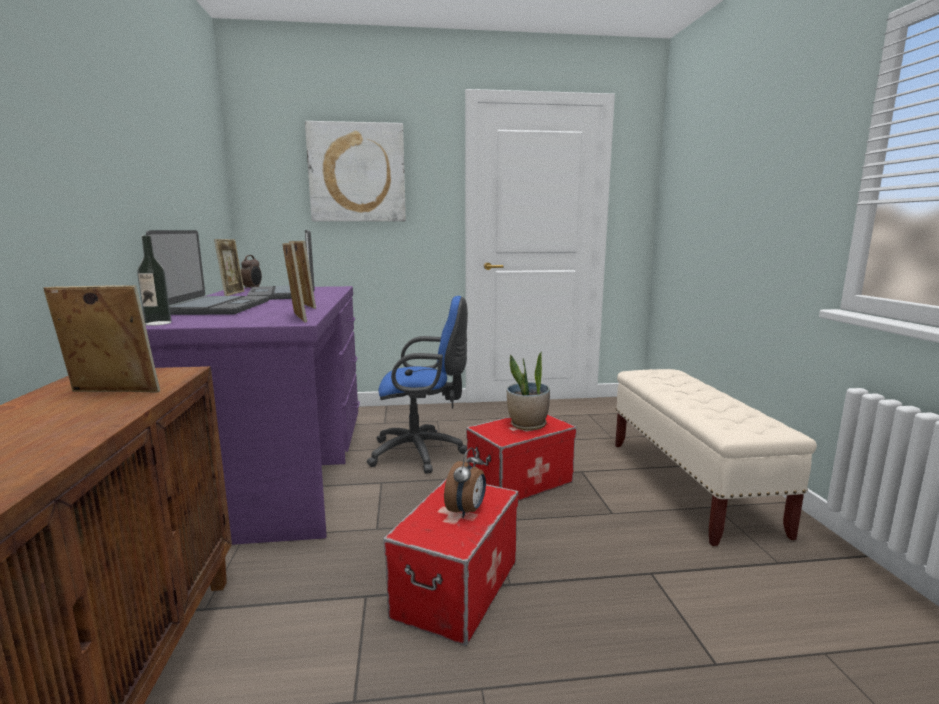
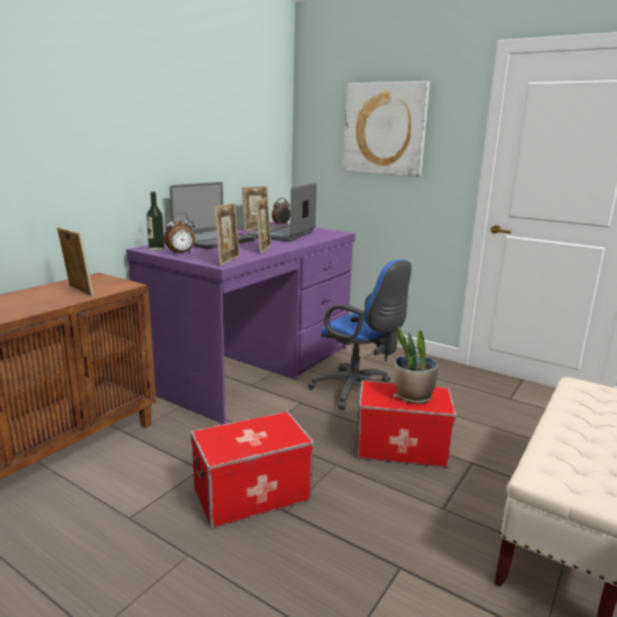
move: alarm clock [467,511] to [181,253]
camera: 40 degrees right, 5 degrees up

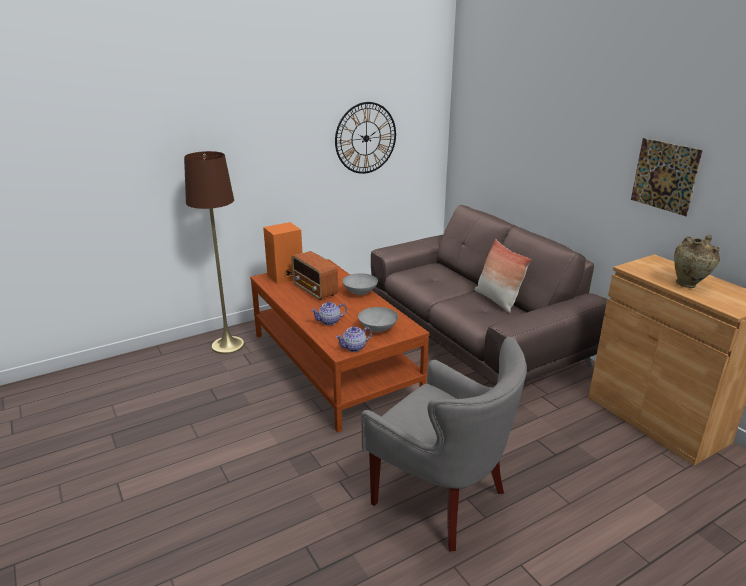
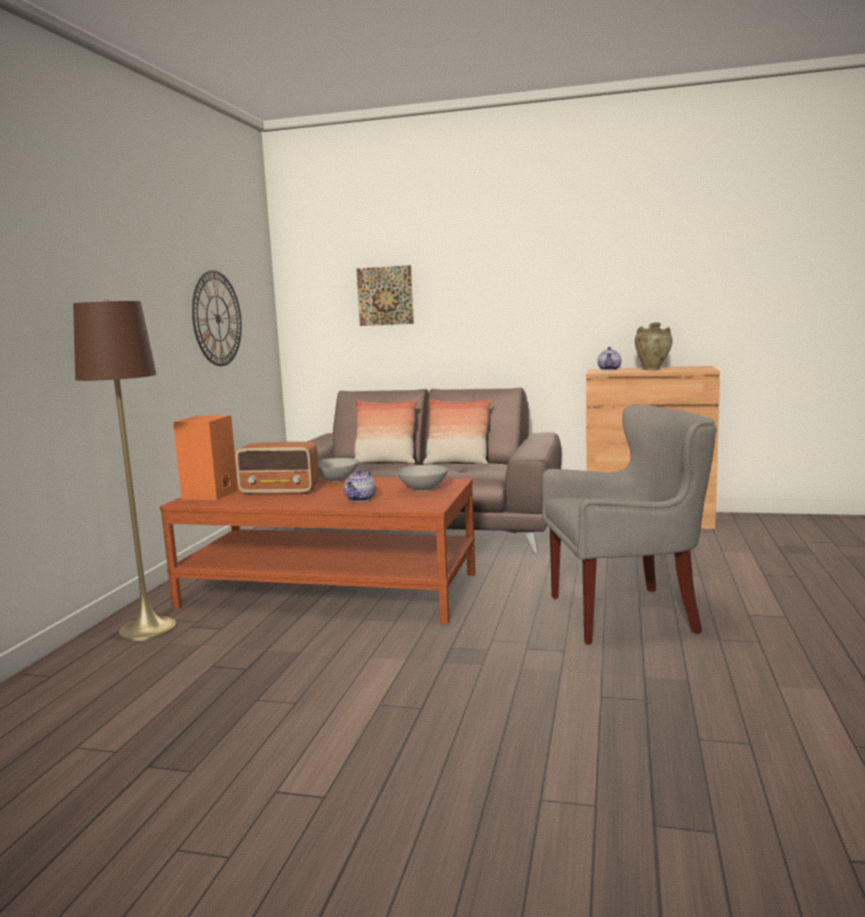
insert: pillow [385,463]
move: teapot [354,347] to [609,369]; picture [664,176] to [385,296]
camera: 45 degrees left, 15 degrees down

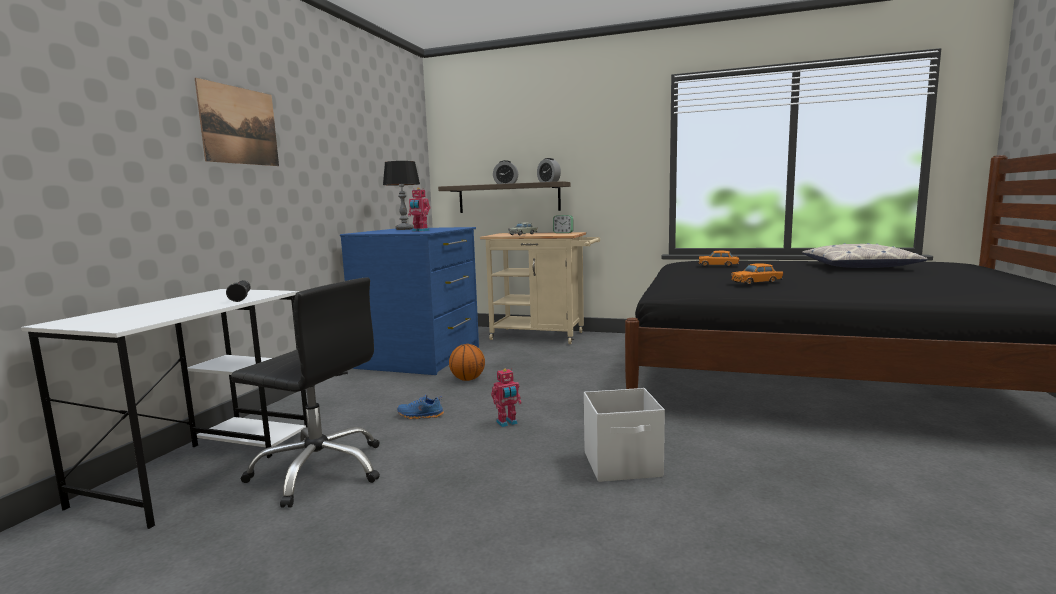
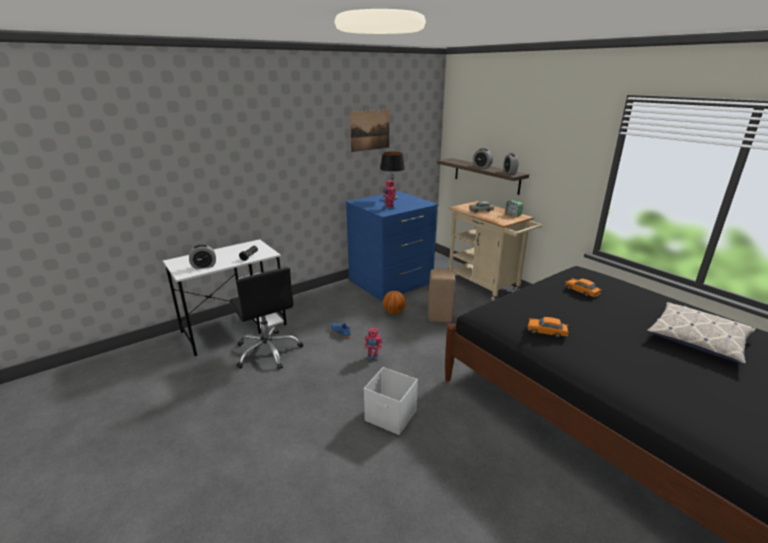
insert: alarm clock [204,266]; beige stool [440,317]
move: picture [239,125] to [370,130]
camera: 35 degrees right, 15 degrees up

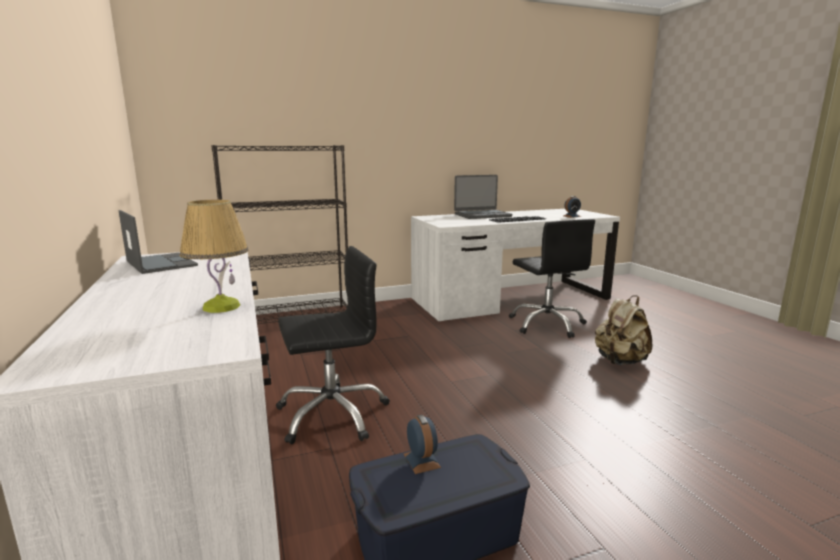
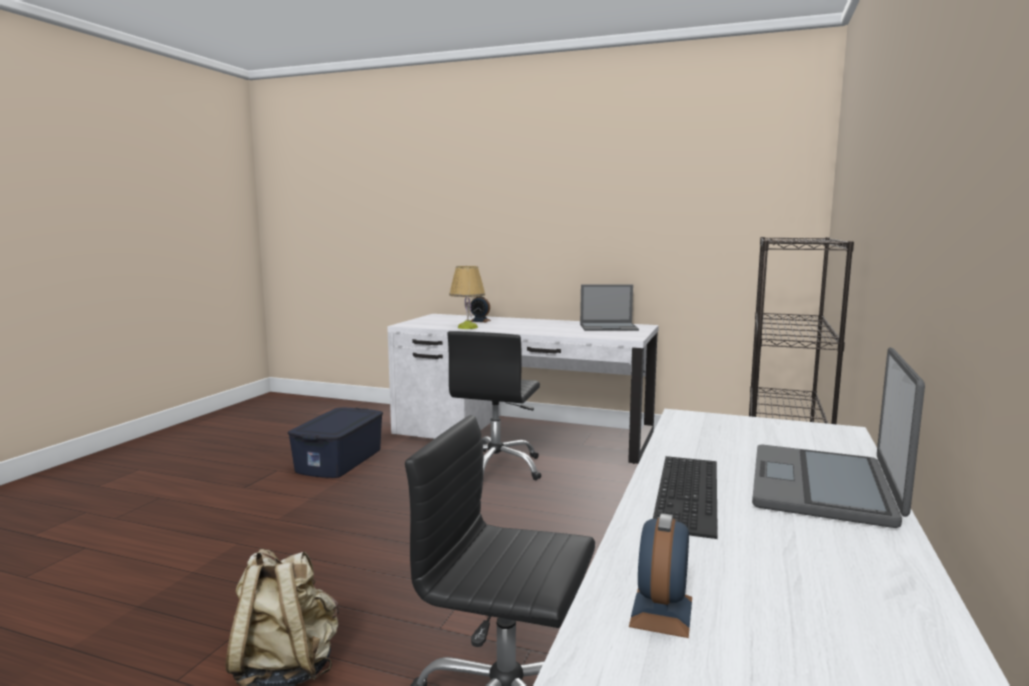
move: alarm clock [421,460] to [480,321]
camera: 130 degrees right, 5 degrees down

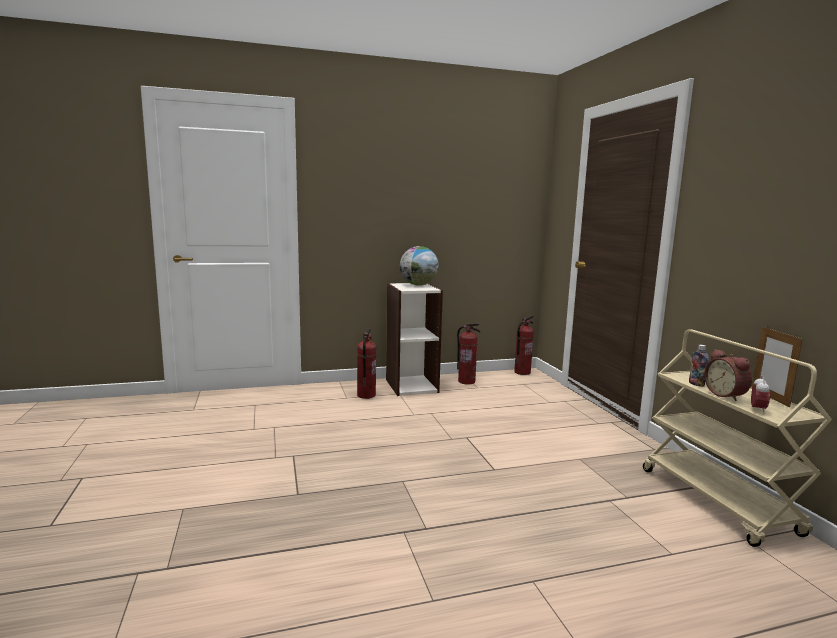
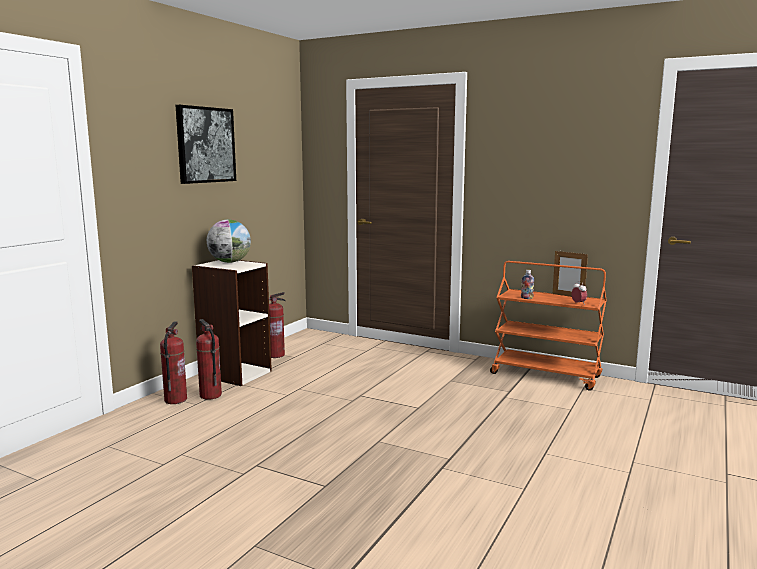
delete: alarm clock [726,395]
insert: picture [205,145]
move: fire extinguisher [522,372] to [175,400]
recolor: beige cart [718,501] to orange cart [546,375]
camera: 45 degrees left, 0 degrees up

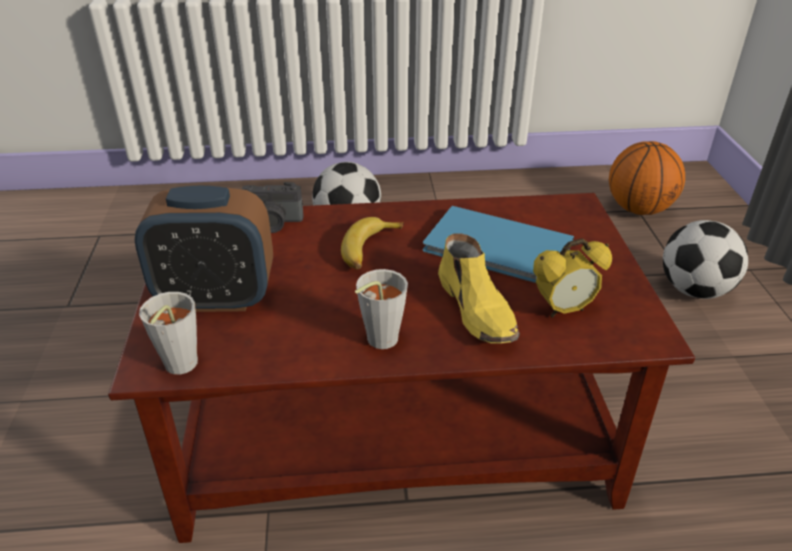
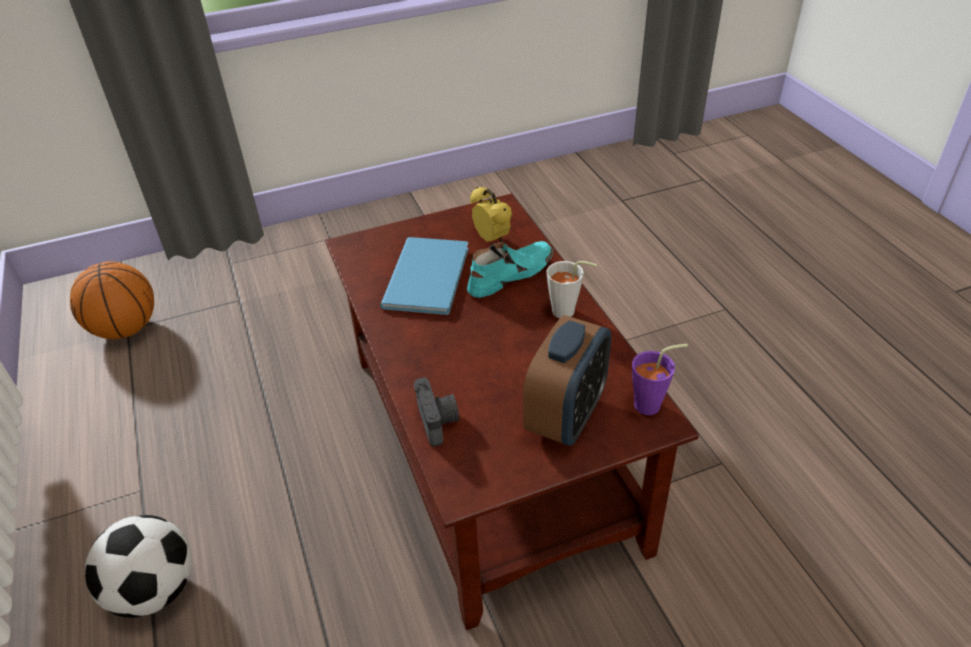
delete: banana [369,250]; football [694,290]
recolor: grey cup [178,368] to purple cup [653,405]; yellow shoe [477,309] to turquoise shoe [509,275]
rotate: alarm clock [217,298] = [566,416] 45 degrees clockwise
camera: 105 degrees left, 5 degrees up

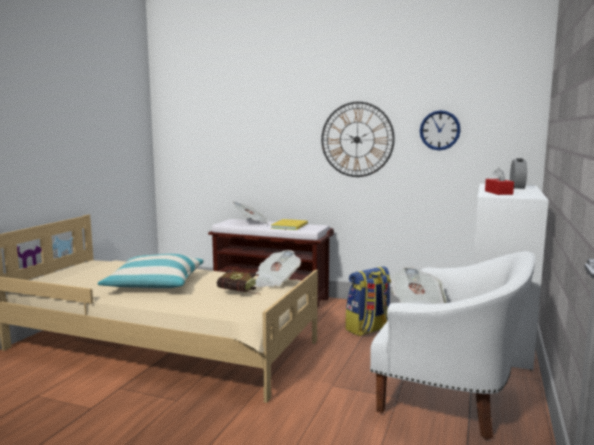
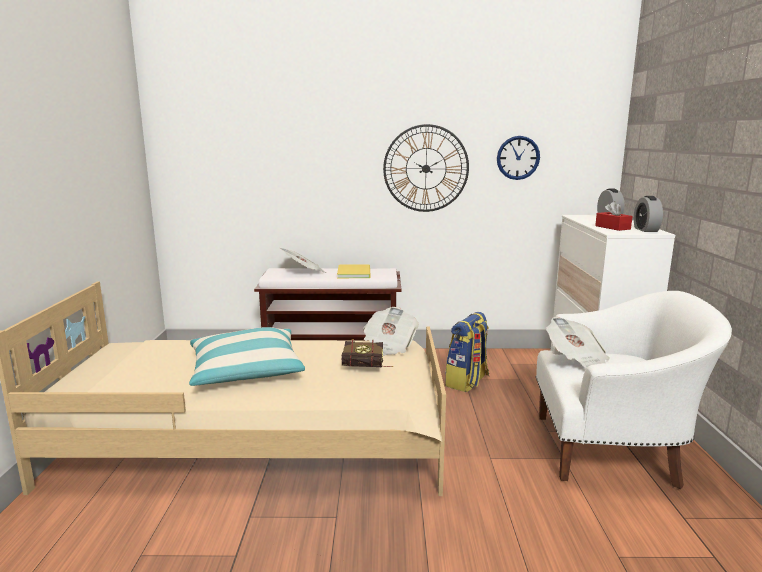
insert: alarm clock [645,230]
camera: 20 degrees left, 5 degrees up

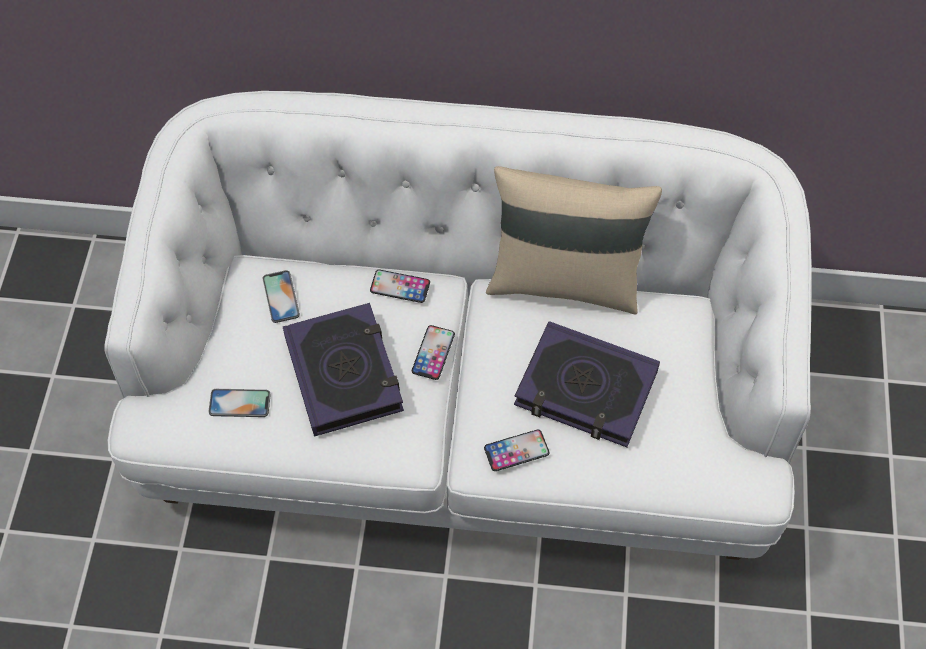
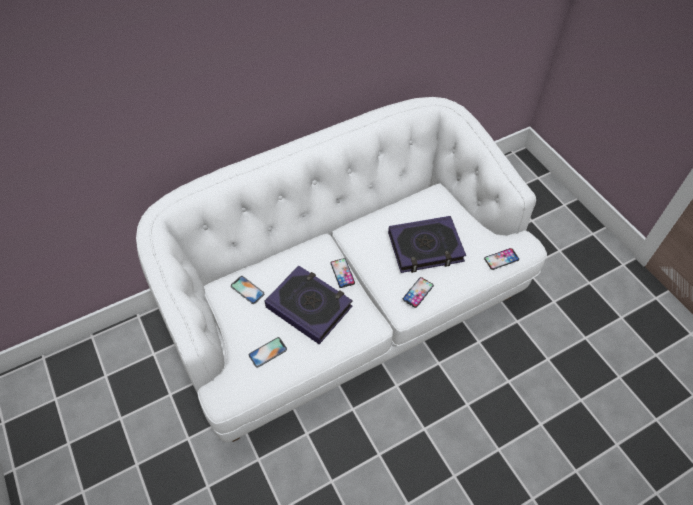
delete: beige pillow [564,280]
move: phone [400,286] to [501,259]
camera: 35 degrees left, 5 degrees down

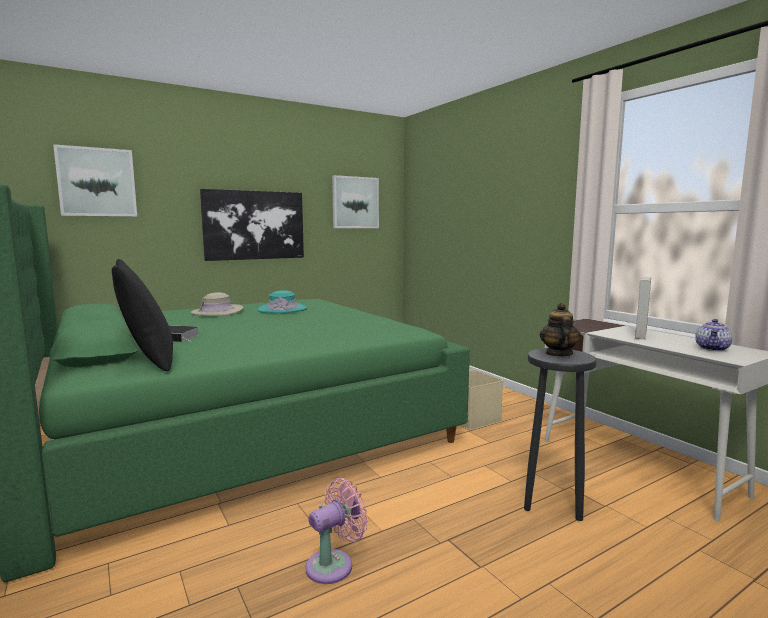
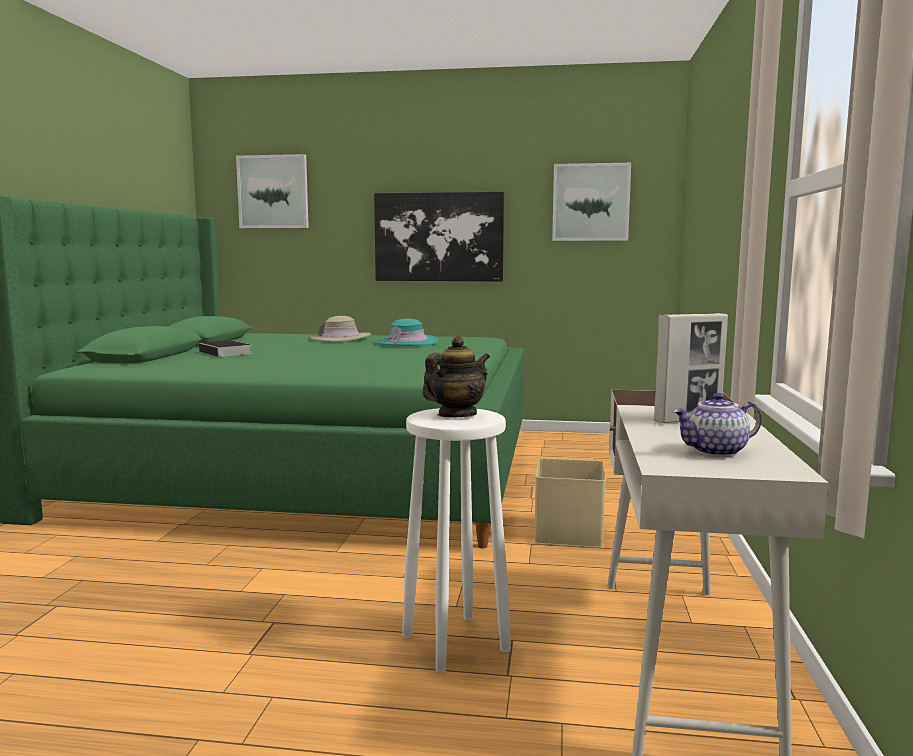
delete: black pillow [148,360]; pink fan [334,564]
recolor: black stool [552,501] to white stool [454,642]
camera: 40 degrees right, 0 degrees up

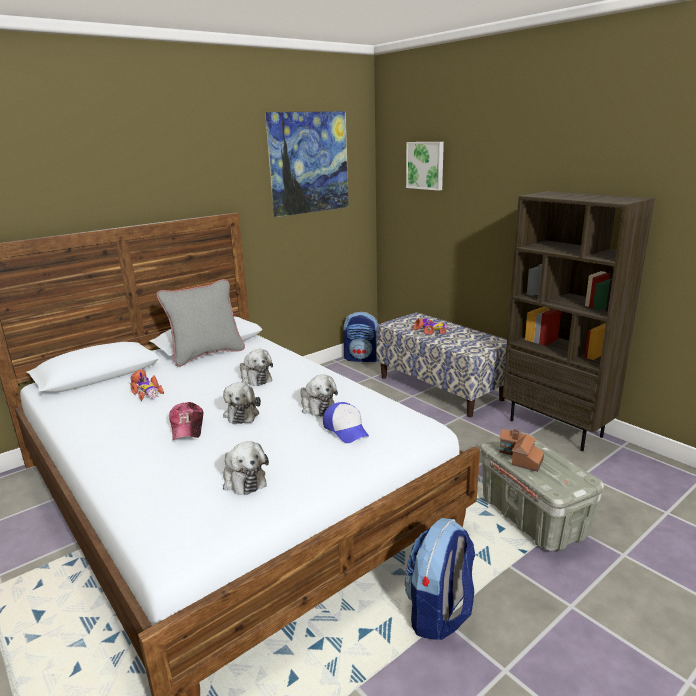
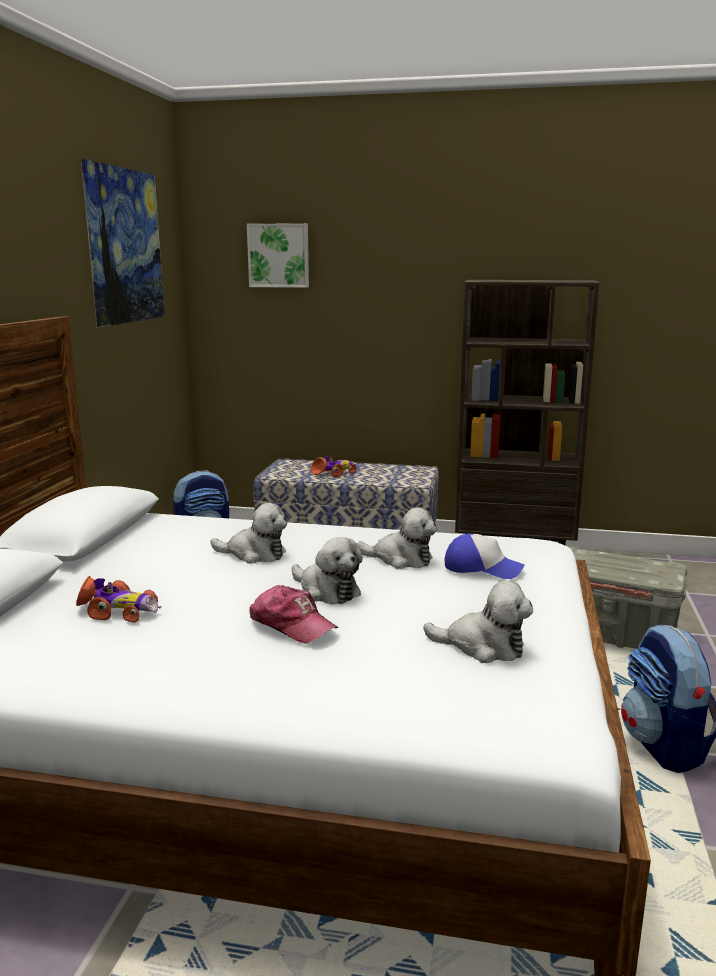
delete: grey pillow [207,354]; toy house [520,458]
camera: 40 degrees left, 5 degrees down

